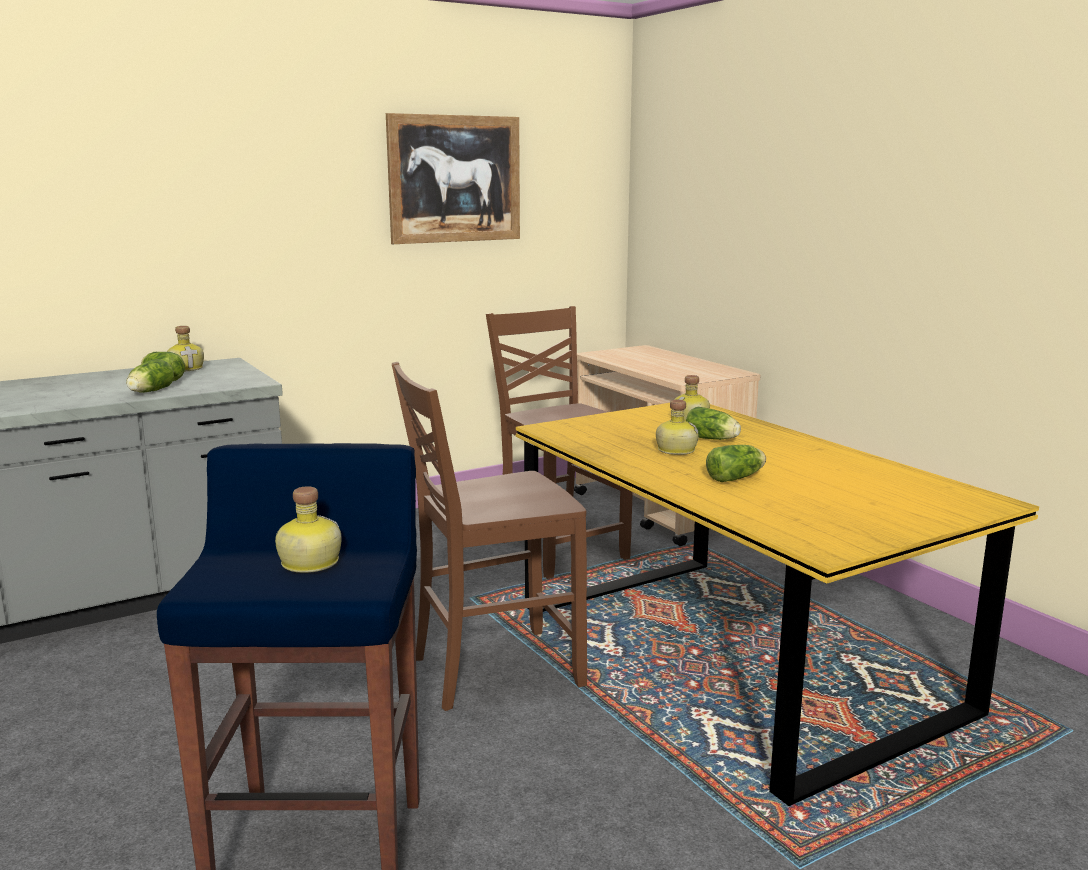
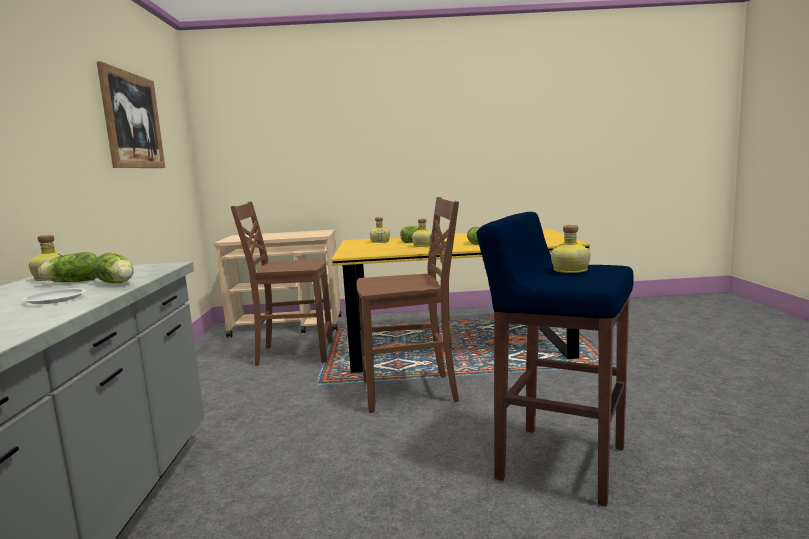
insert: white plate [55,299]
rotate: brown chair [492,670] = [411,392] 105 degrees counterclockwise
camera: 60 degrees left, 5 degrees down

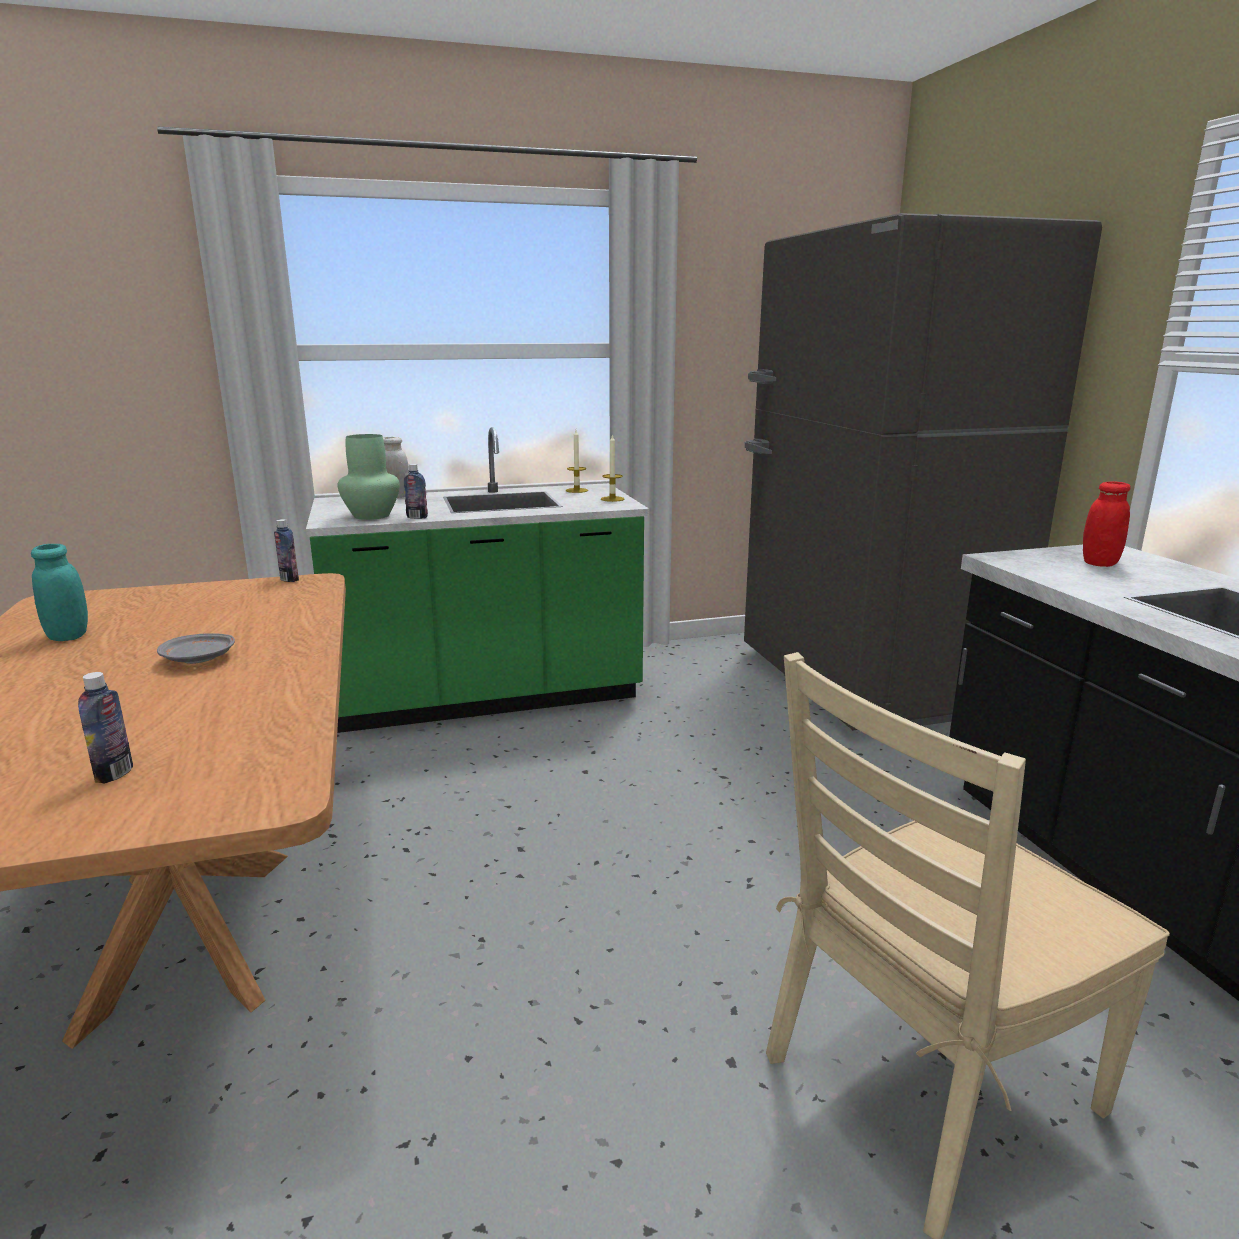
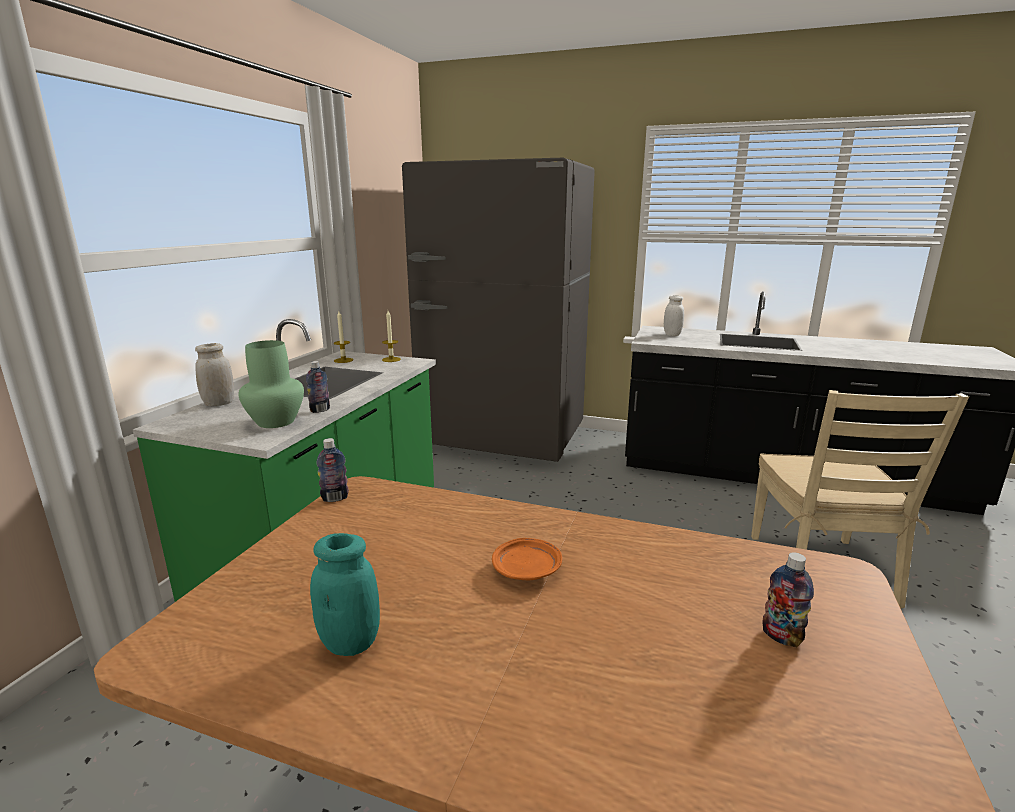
recolor: grey plate [199,659] to orange plate [527,569]; red jar [1099,563] to white jar [672,334]
camera: 55 degrees left, 0 degrees up

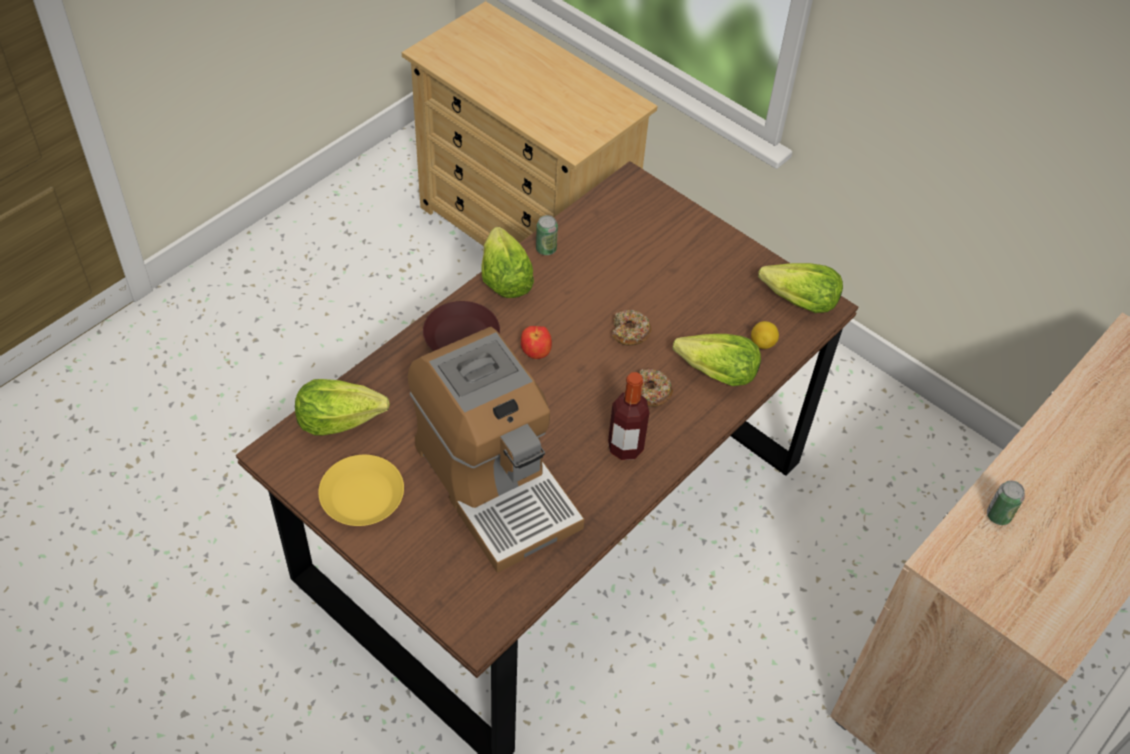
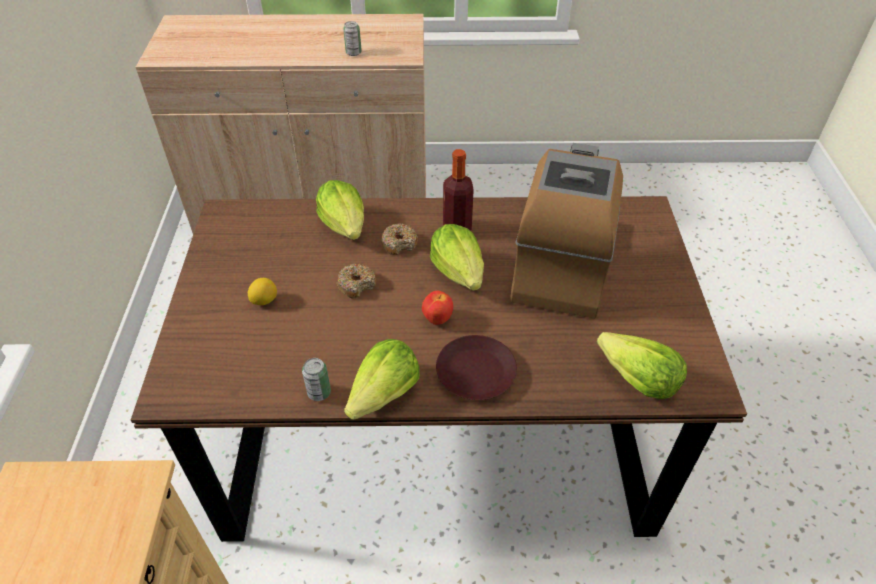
delete: yellow plate [363,495]
move: lemon [762,343] to [264,300]; lettuce [799,302] to [459,272]
camera: 130 degrees left, 5 degrees down

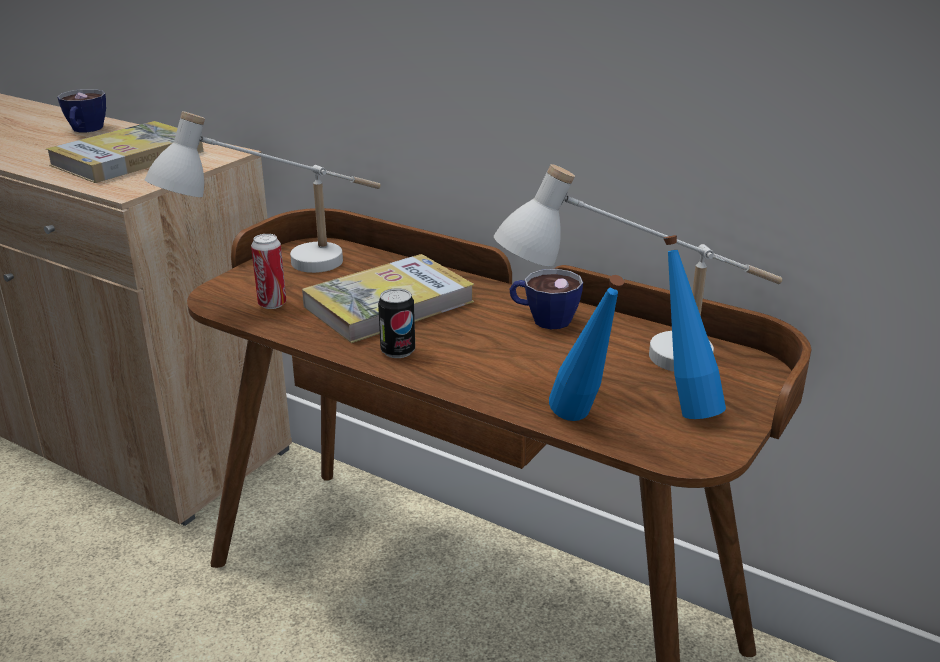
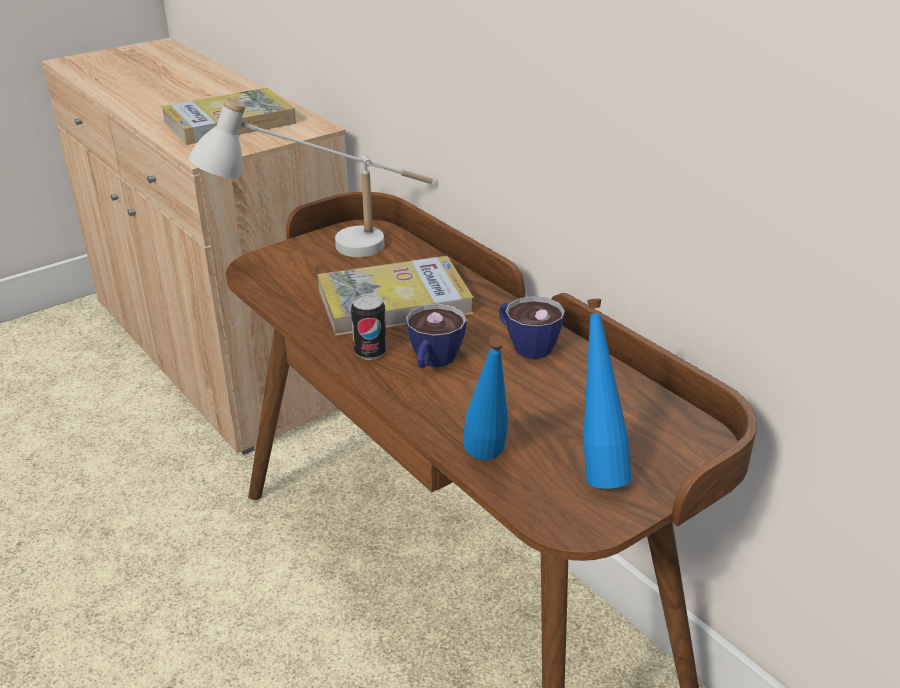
delete: can [272,304]; white table lamp [636,363]
move: cup [85,130] to [433,362]
camera: 20 degrees right, 5 degrees up

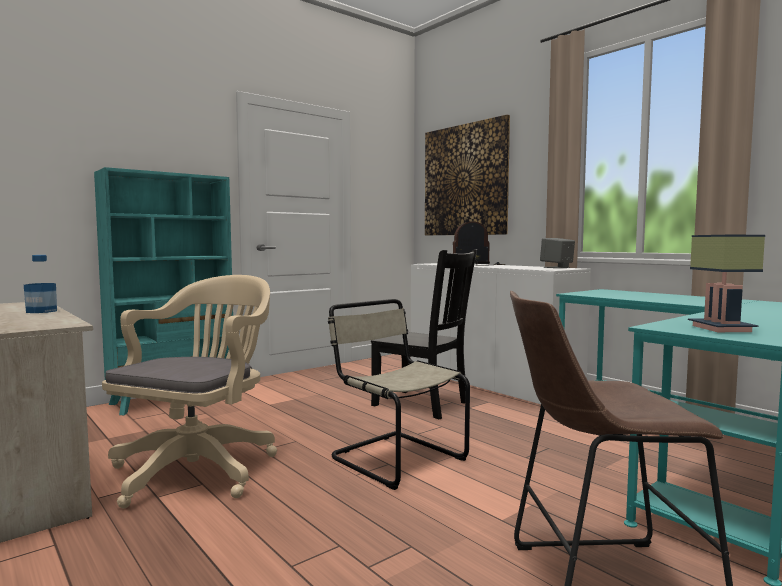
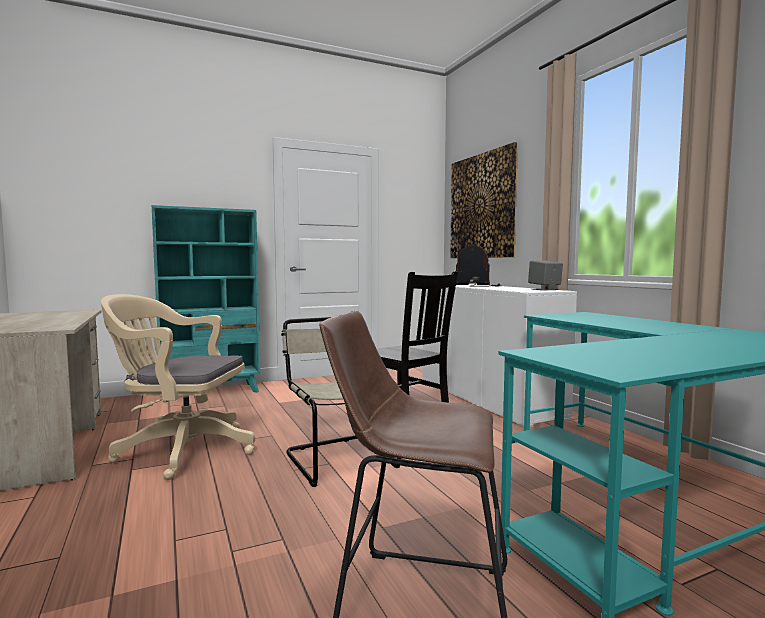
delete: bottle [41,311]; table lamp [717,328]
rotate: beige office chair [200,468] = [180,450] 120 degrees counterclockwise
camera: 15 degrees right, 0 degrees up

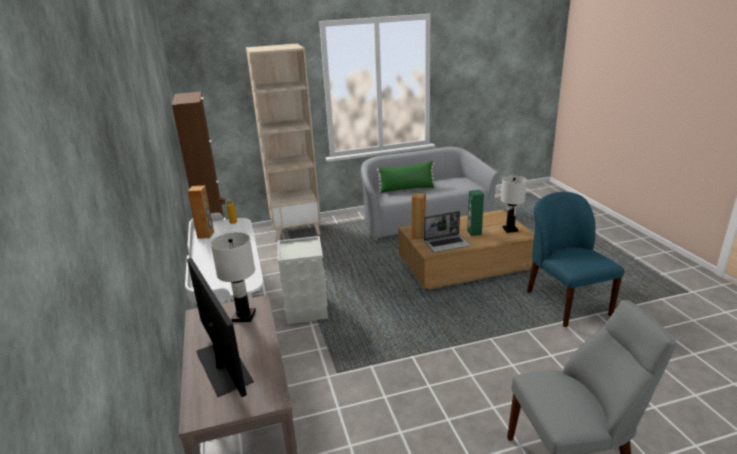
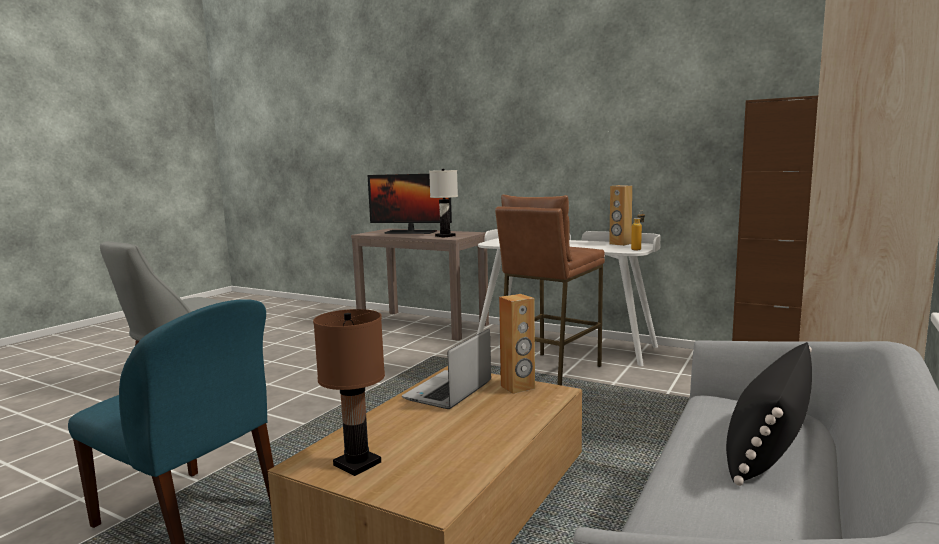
delete: green speaker [474,232]
replace: grey storage box [307,310] to brown stool [550,371]
recolor: green pillow [407,189] to black pillow [768,444]; white table lamp [510,229] to brown table lamp [357,463]
camera: 135 degrees right, 15 degrees down

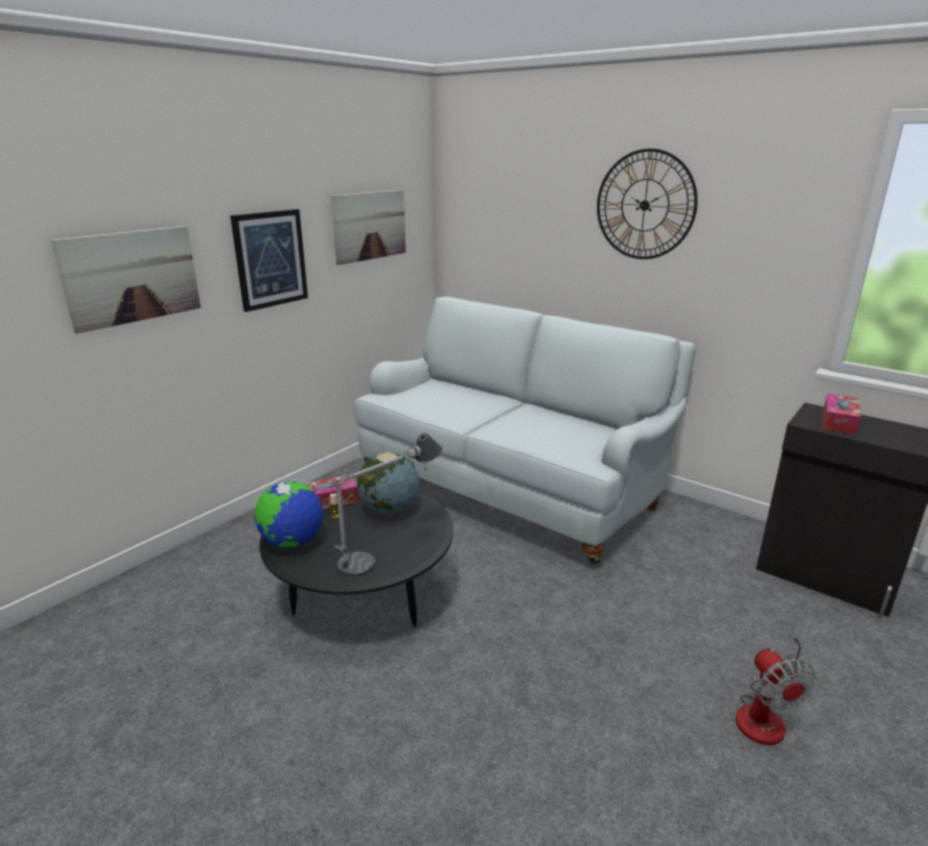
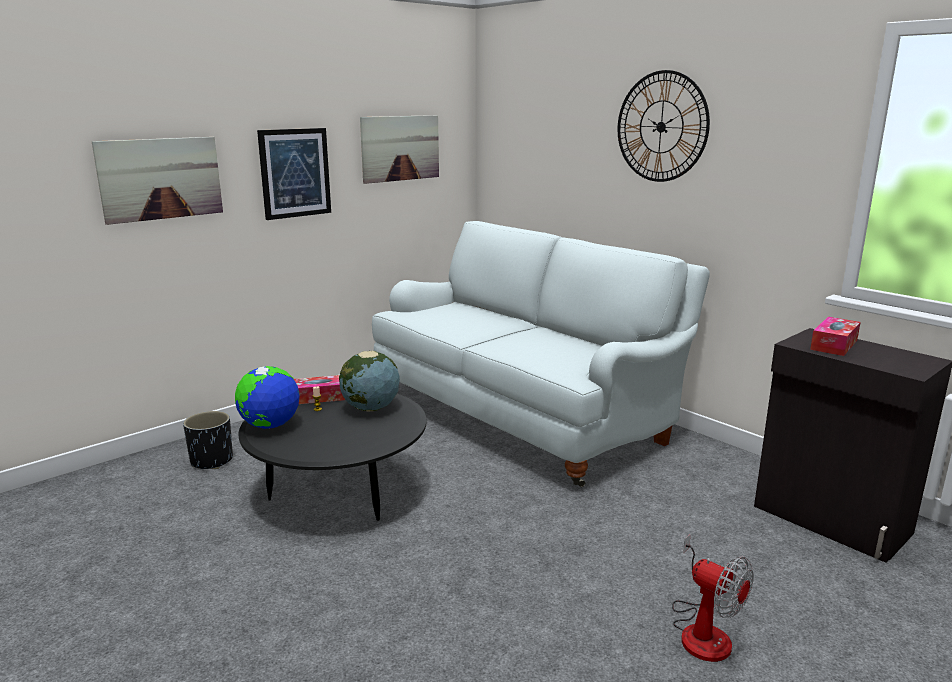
delete: table lamp [388,549]
insert: black planter [211,461]
rotate: fan [766,714] = [702,630] 45 degrees counterclockwise
camera: 10 degrees right, 5 degrees down

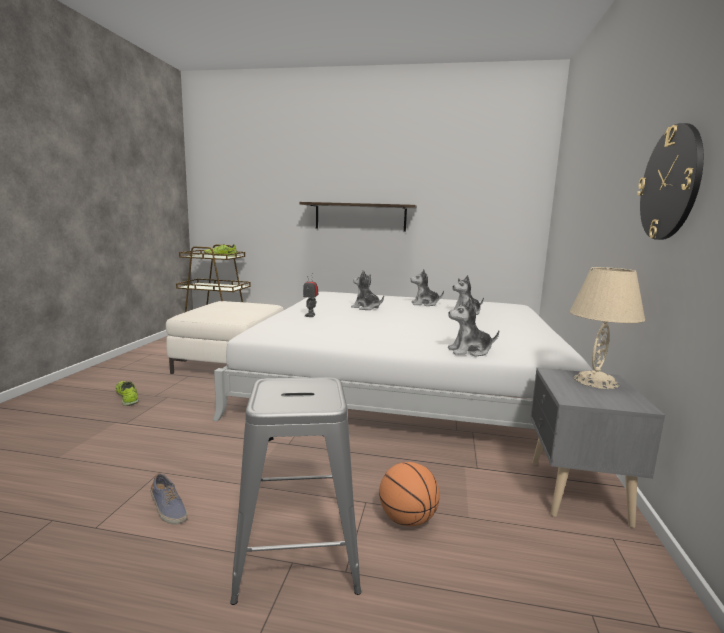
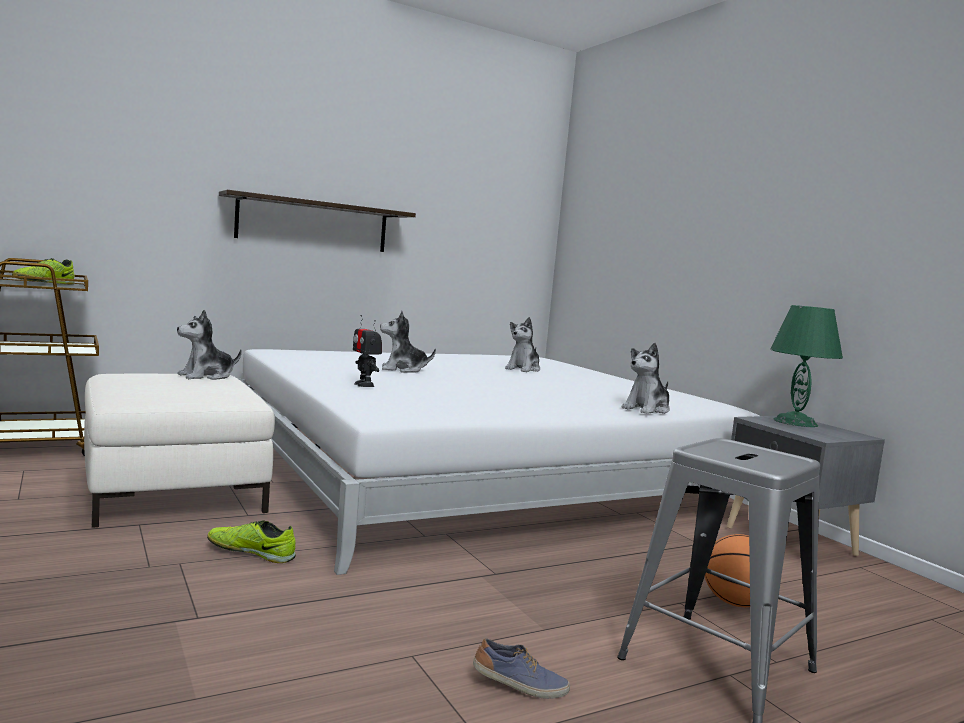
delete: wall clock [670,183]
move: shoe [127,397] to [251,552]; plush toy [424,304] to [206,376]
recolor: beige table lamp [596,381] to green table lamp [796,422]
camera: 40 degrees left, 5 degrees down

